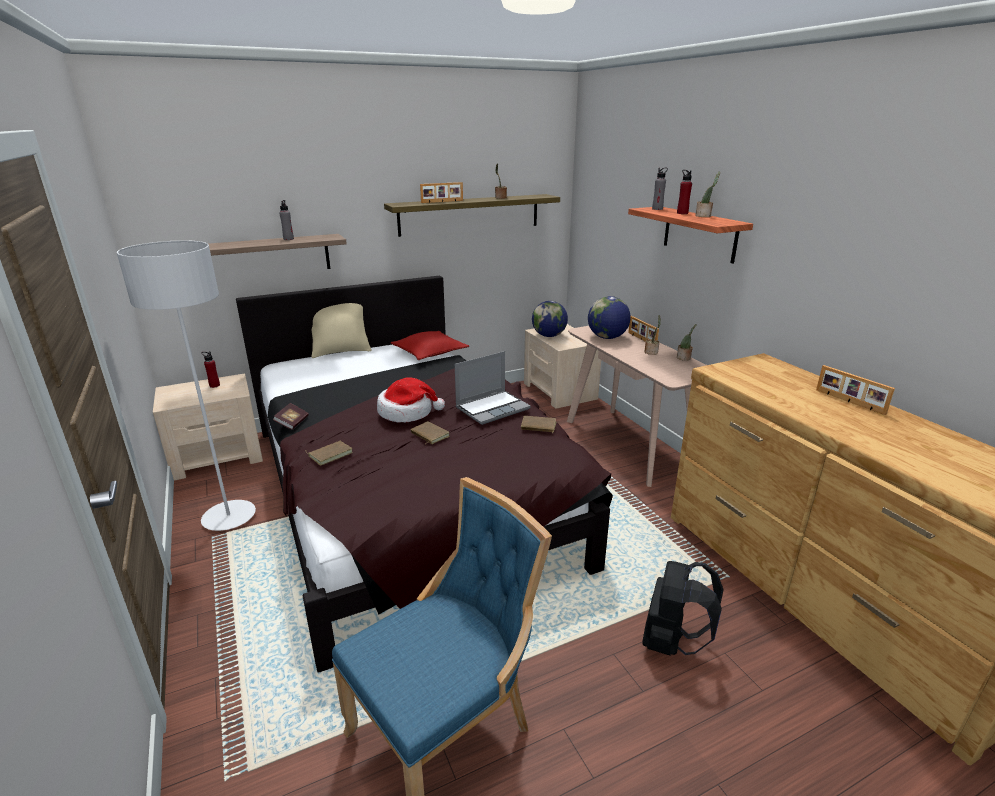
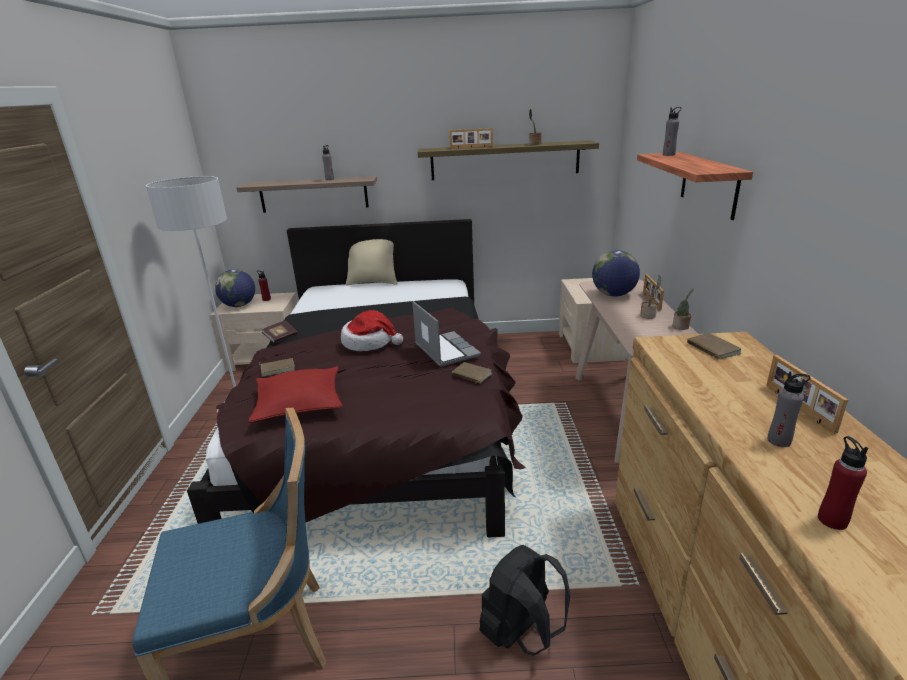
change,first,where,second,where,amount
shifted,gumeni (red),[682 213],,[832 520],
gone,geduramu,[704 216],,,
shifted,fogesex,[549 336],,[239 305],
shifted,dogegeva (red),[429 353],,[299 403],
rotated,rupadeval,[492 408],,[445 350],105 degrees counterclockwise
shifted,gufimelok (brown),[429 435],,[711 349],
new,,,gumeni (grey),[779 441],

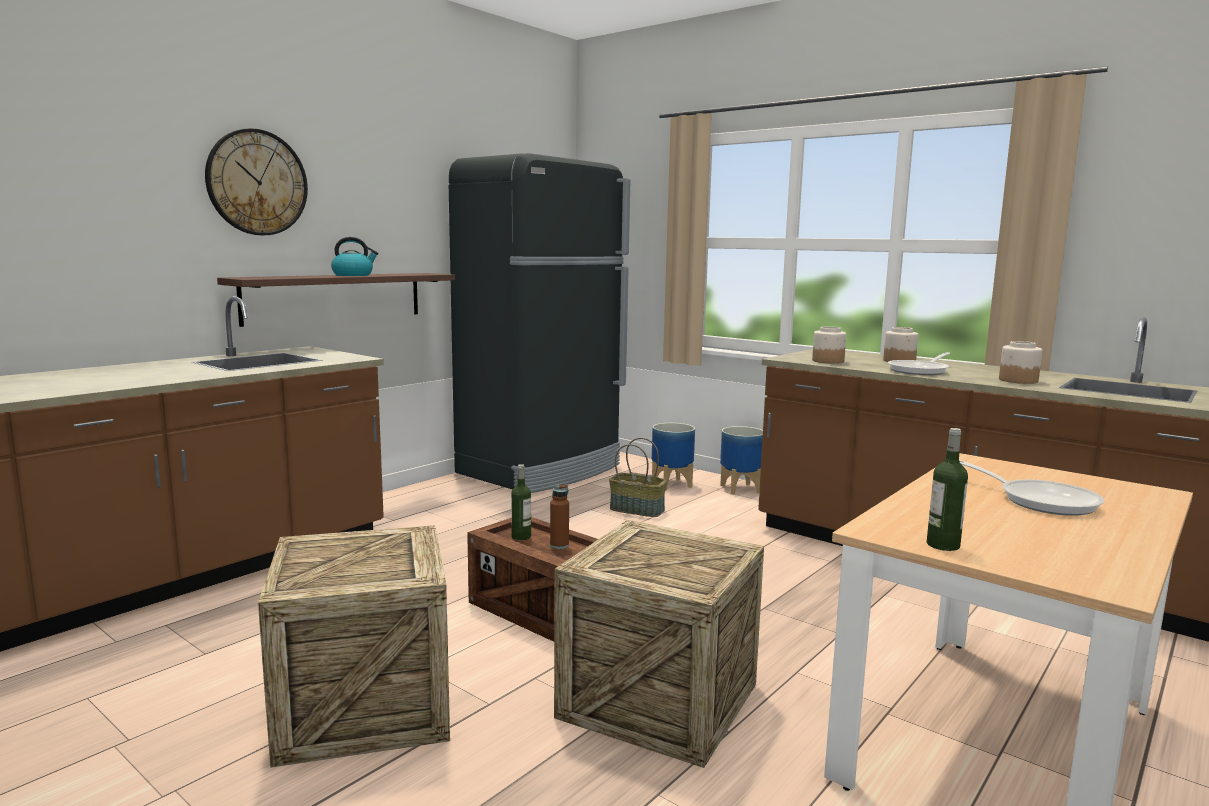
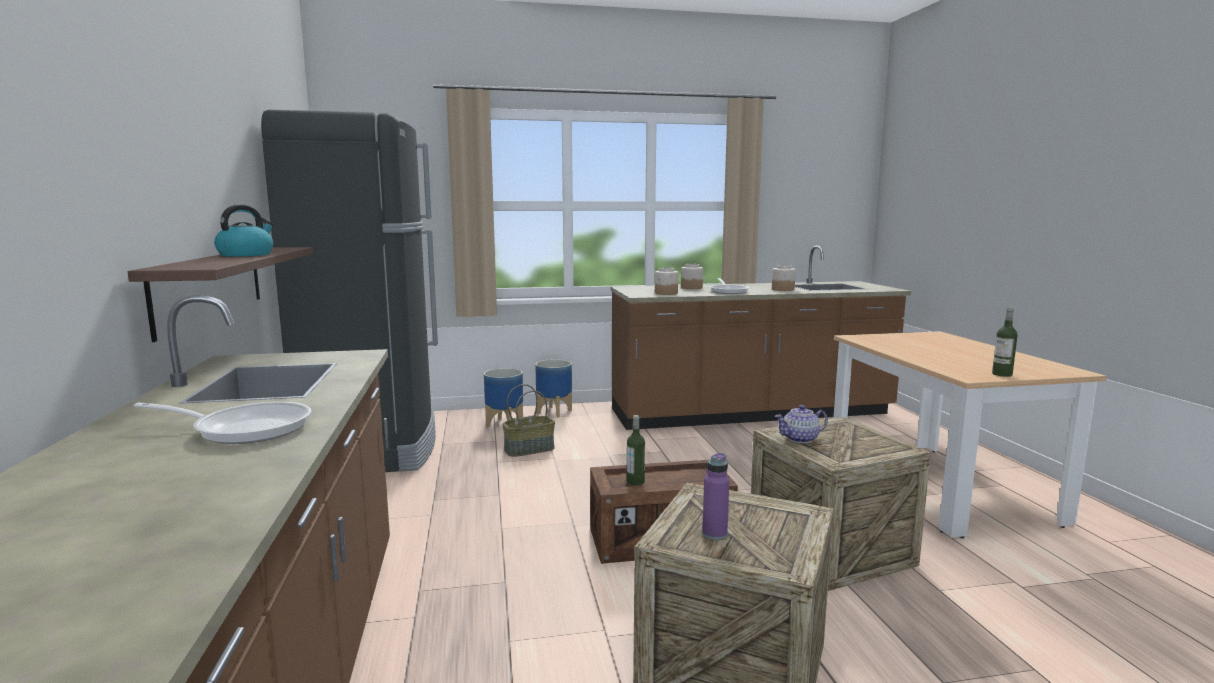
change,first,where,second,where,amount
gone,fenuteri,[257 182],,,
shifted,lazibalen,[1040 500],,[245 429],
gone,gumeni (brown),[559 545],,,
new,,,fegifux,[800 439],
new,,,gumeni (purple),[714 534],

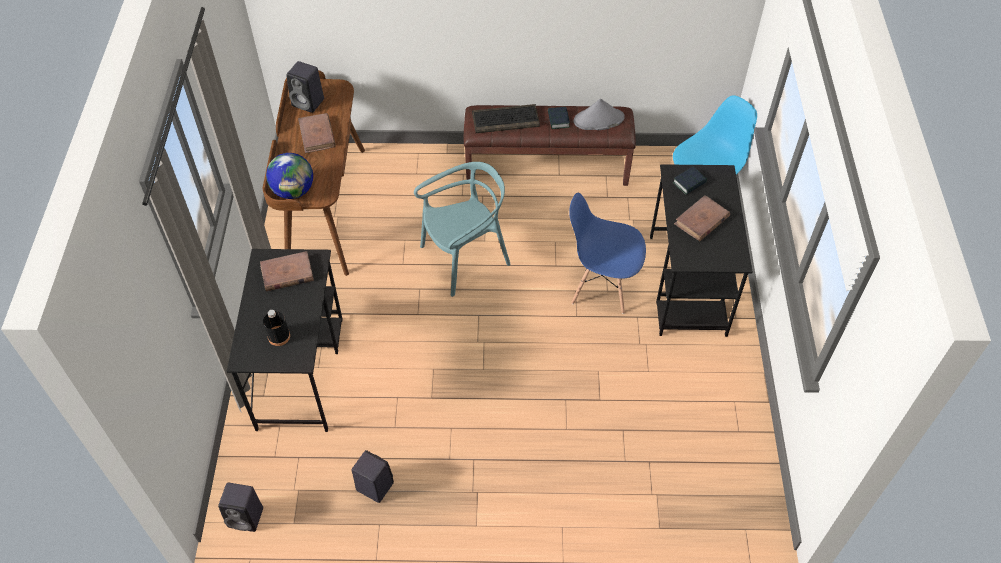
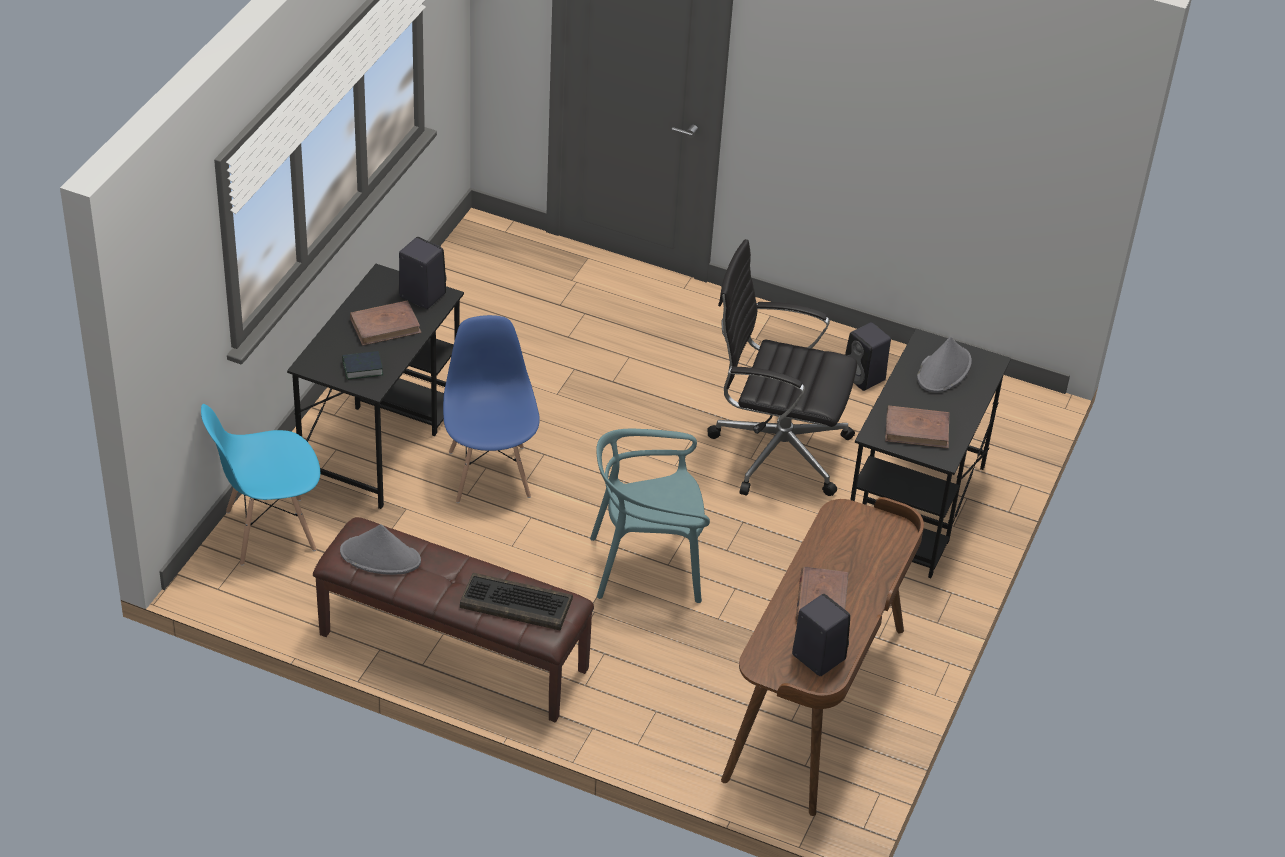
change,first,where,second,where,amount
gone,gufimelok,[558 120],,,
gone,fogesex,[293 191],,,
rotated,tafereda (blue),[601 287],,[490 473],135 degrees counterclockwise
swapped,gumeni (black),[279 336],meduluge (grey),[944 370],
shifted,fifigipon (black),[247 517],,[421 295],
new,,,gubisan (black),[776 450],

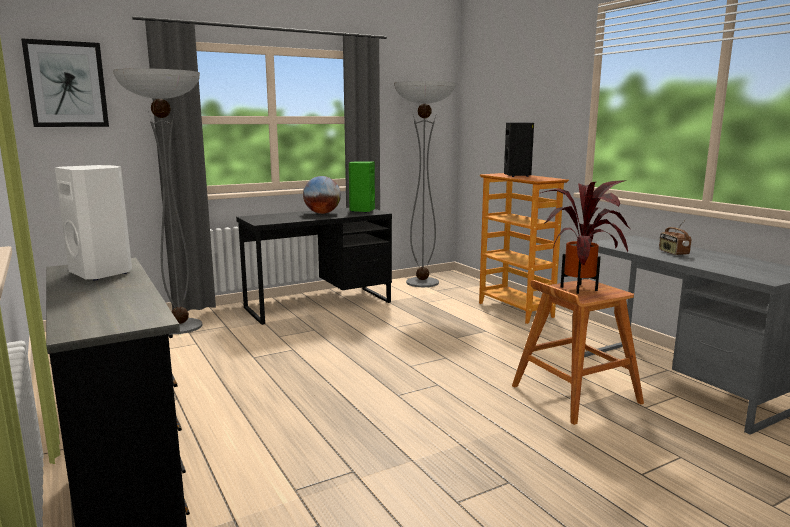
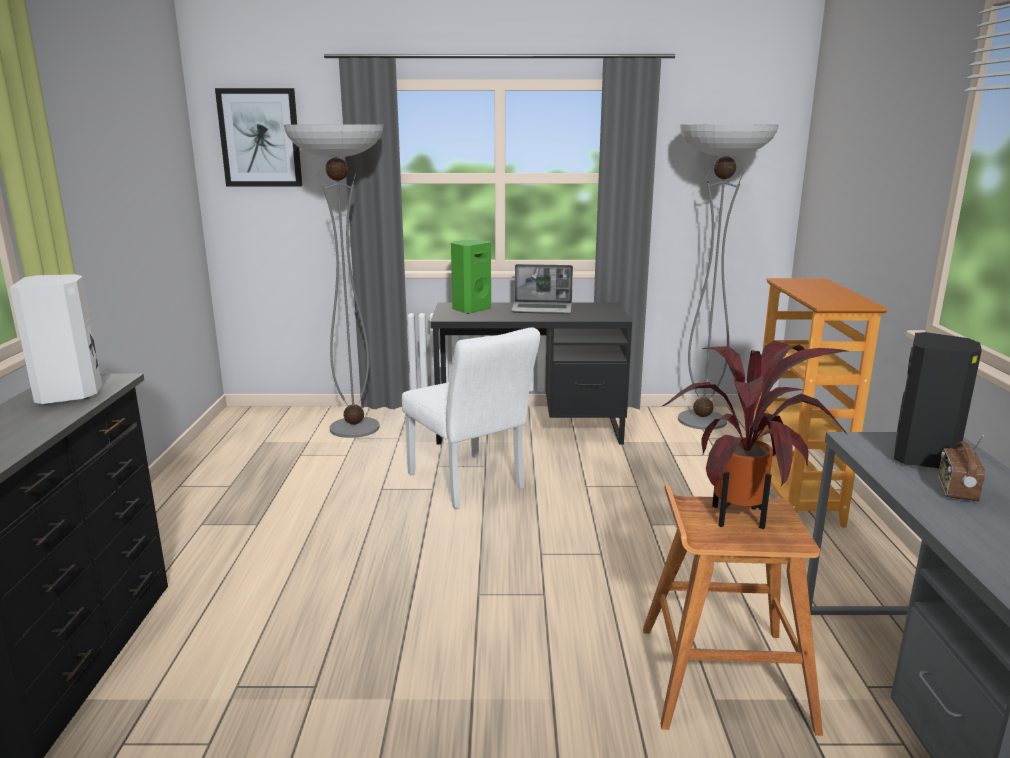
change,first,where,second,where,amount
shifted,fifigipon (black),[517 175],,[924 458],
shifted,fifigipon (green),[361 211],,[470 309],
swapped,fogesex,[322 213],rupadeval,[543 309],
new,,,tafereda (white),[470 484],

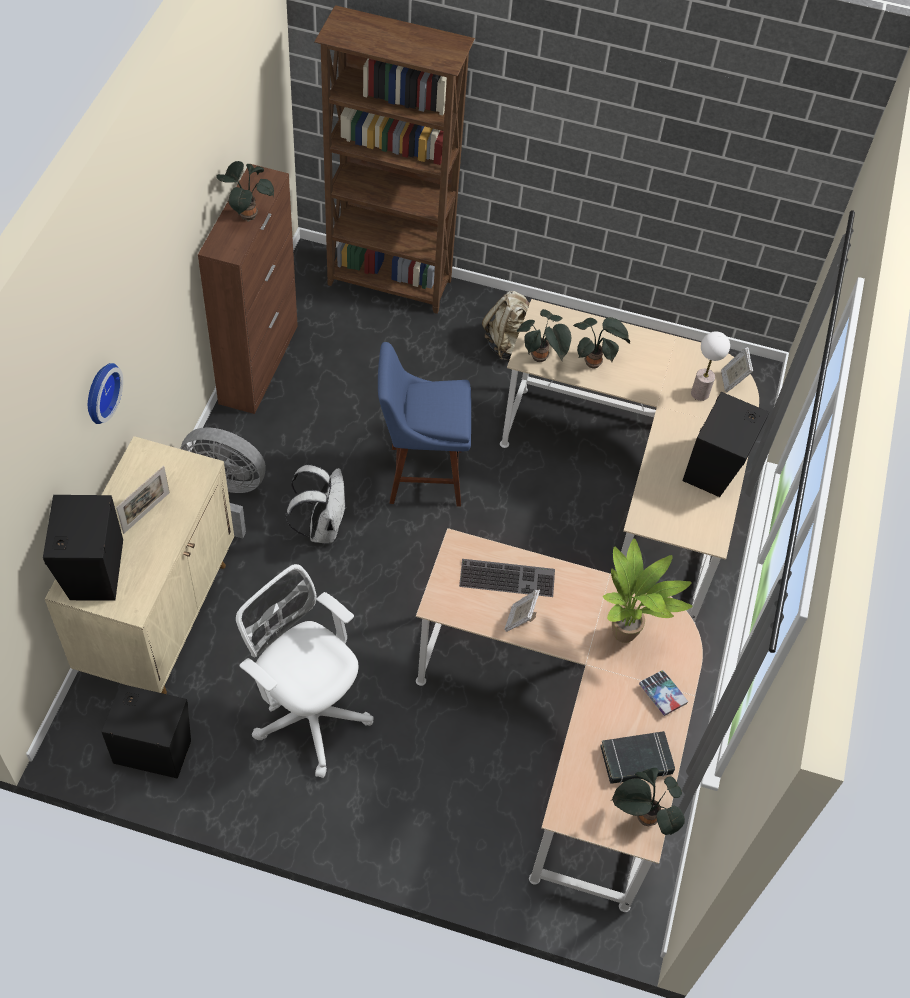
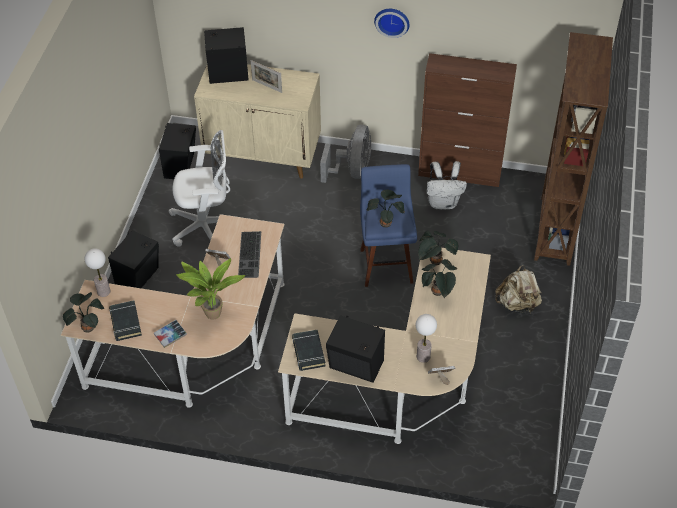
change,first,where,second,where,amount
shifted,geduramu,[246 214],,[386 223],
shifted,fenuteri,[99 392],,[392 21],
shifted,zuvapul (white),[322 527],,[443 202],
rotated,gubisan (white),[307 711],,[207 226],45 degrees clockwise
new,,,fifigipon (black),[139 277],
new,,,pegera,[103 291],
new,,,gufimelok (black),[308 352],

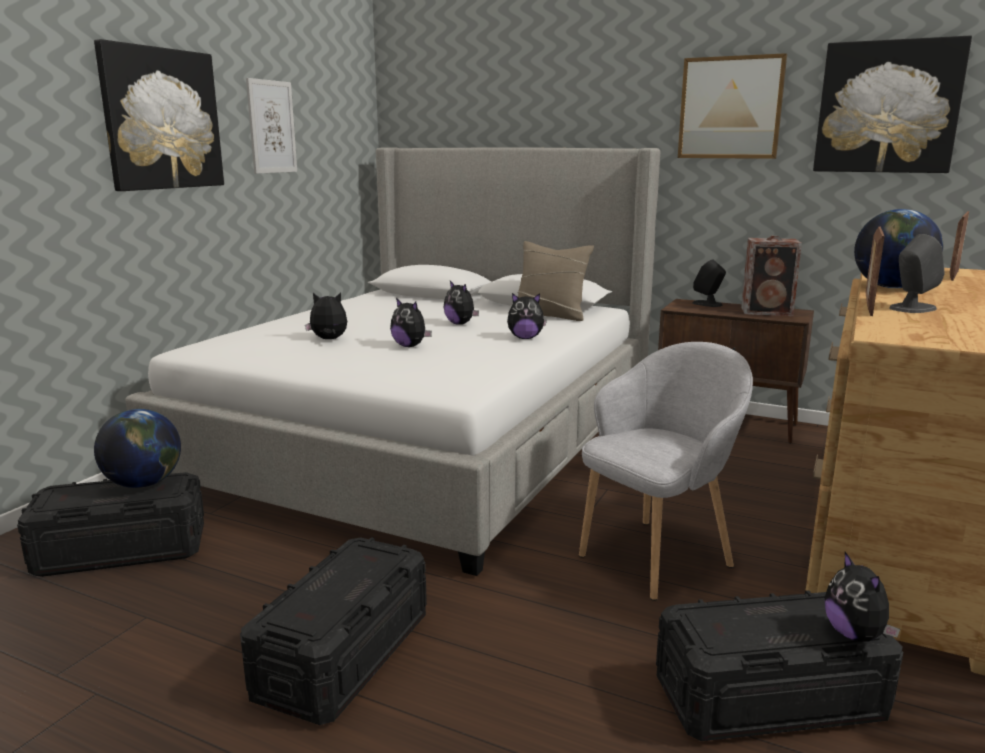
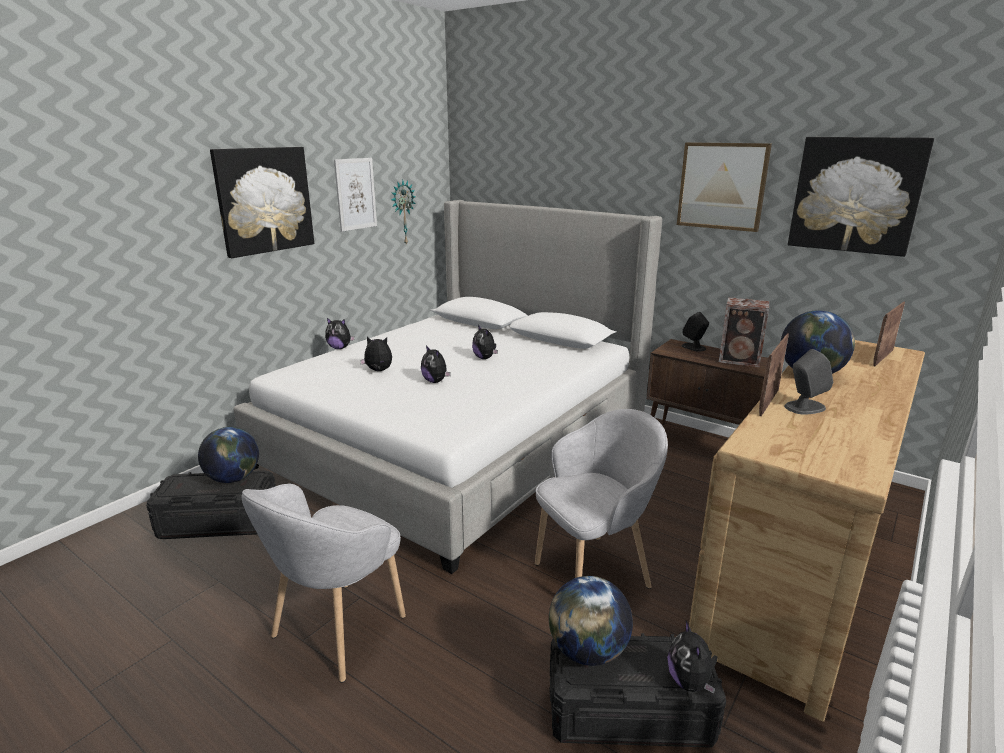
change,first,where,second,where,amount
gone,dogegeva (beige),[550 315],,,
shifted,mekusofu,[525 338],,[340 348],
swapped,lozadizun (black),[343 655],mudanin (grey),[337 631],
new,,,fenuteri,[402 212],
new,,,fogesex,[588 651],

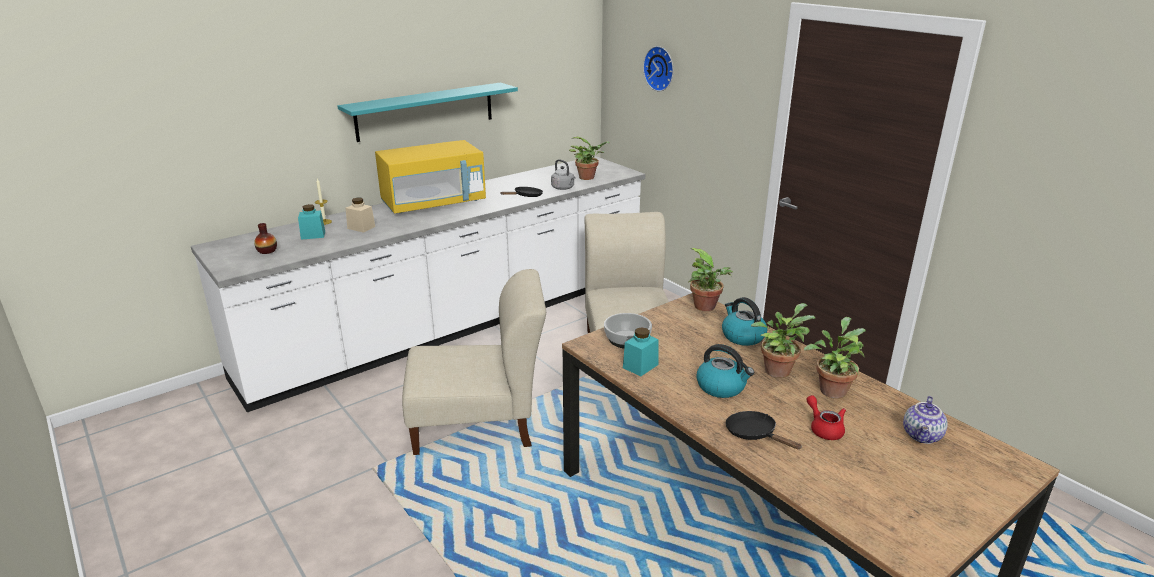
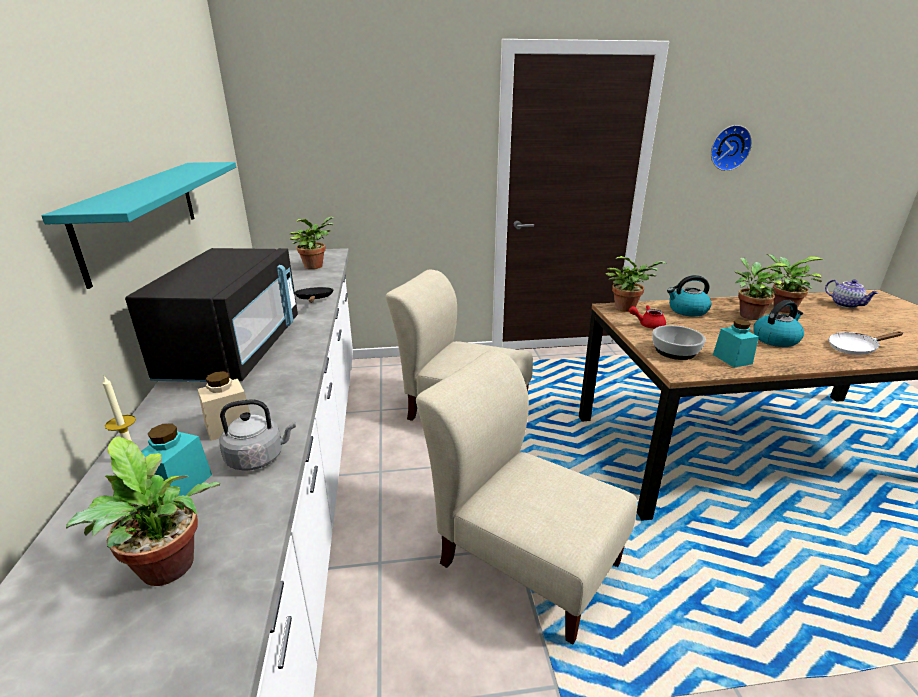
change,first,where,second,where,amount
shifted,fenuteri,[660 68],,[729 148],
repainted,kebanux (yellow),[434 203],kebanux (black),[235 351],
shifted,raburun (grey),[563 188],,[259 458],
swapped,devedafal,[267 251],geduramu,[169 571],
rotated,tafereda (beige),[479 424],,[523 558],75 degrees counterclockwise
shifted,fegifux (red),[824 428],,[647 325],
repainted,lazibalen (black),[754 434],lazibalen (white),[855 349],

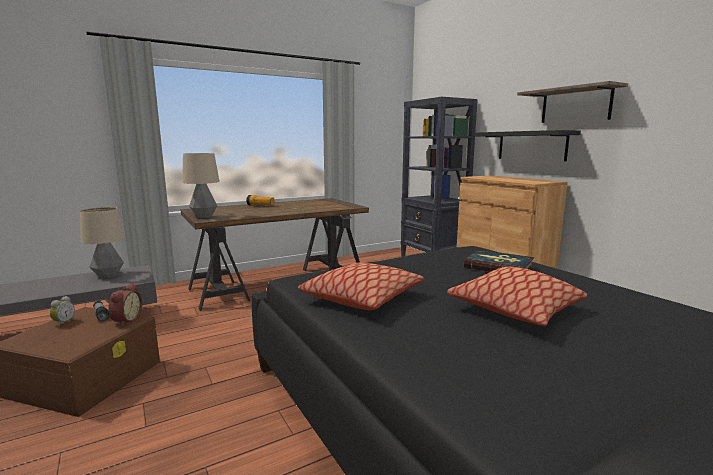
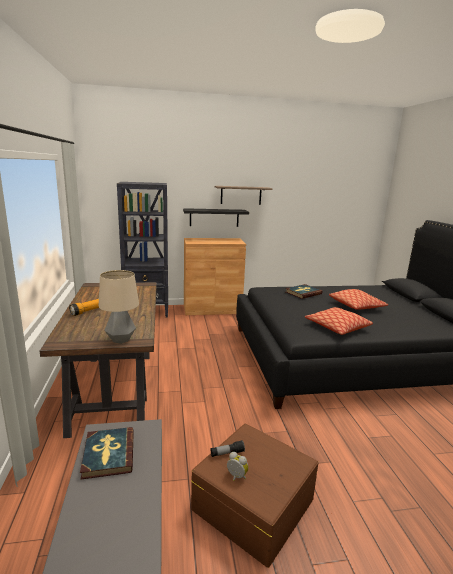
change,first,where,second,where,amount
swapped,pegera,[108 276],gufimelok,[108 454],
gone,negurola,[126 320],,,

